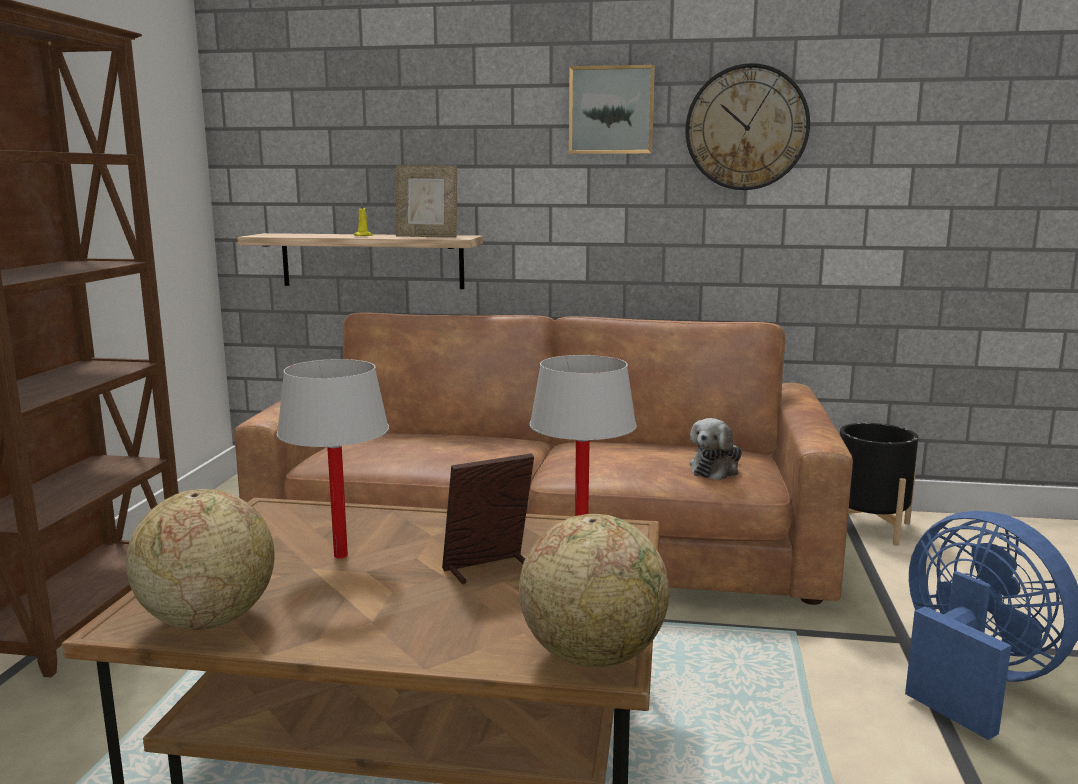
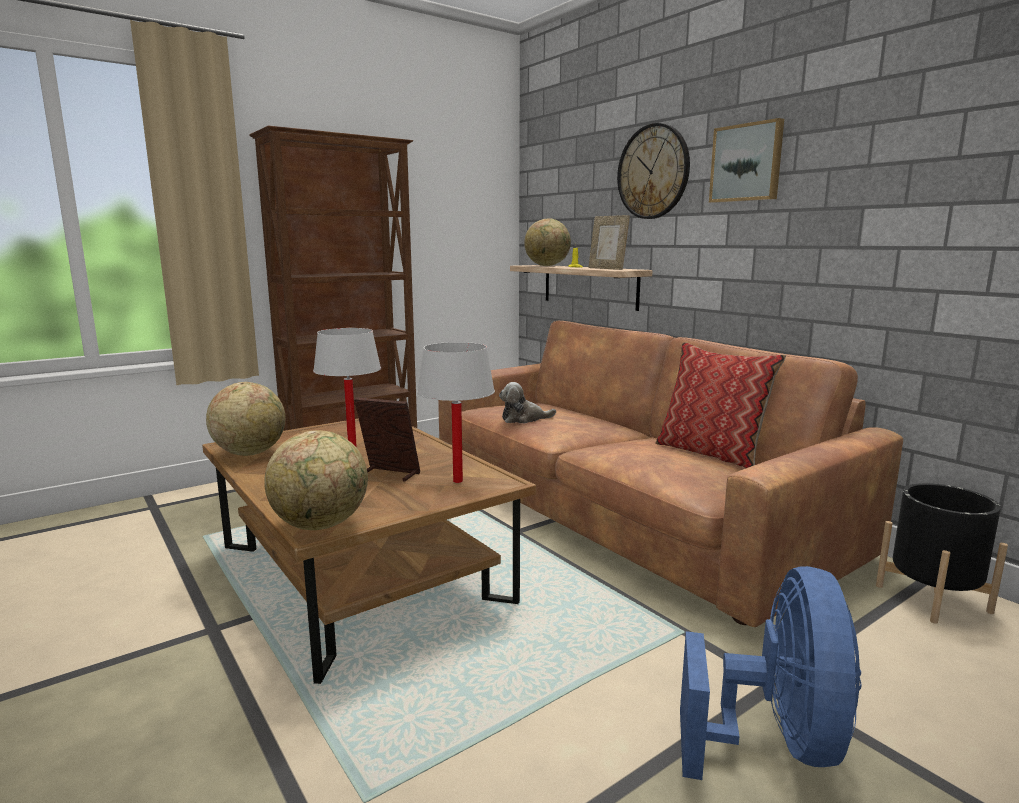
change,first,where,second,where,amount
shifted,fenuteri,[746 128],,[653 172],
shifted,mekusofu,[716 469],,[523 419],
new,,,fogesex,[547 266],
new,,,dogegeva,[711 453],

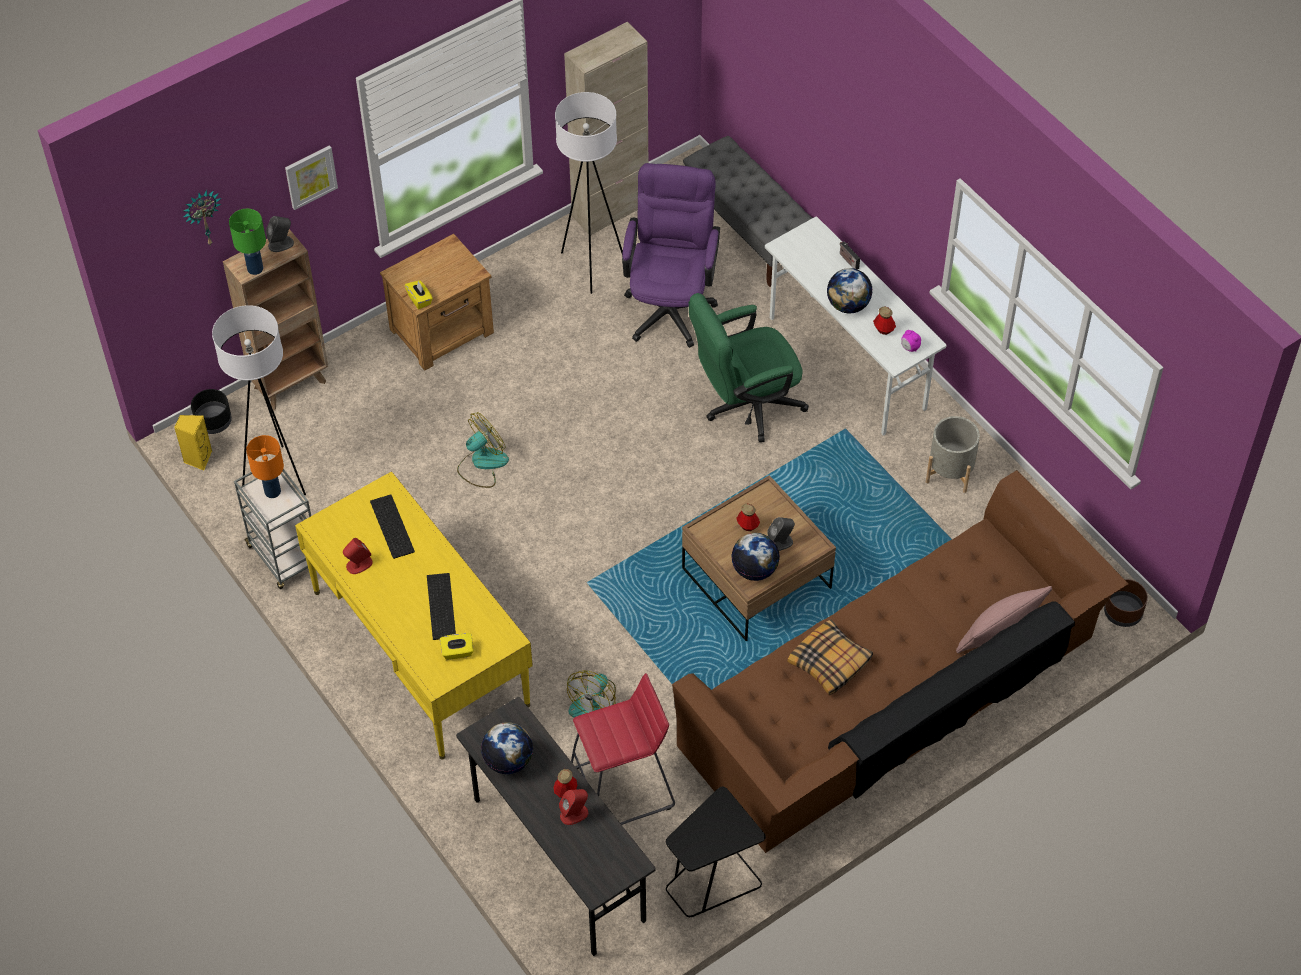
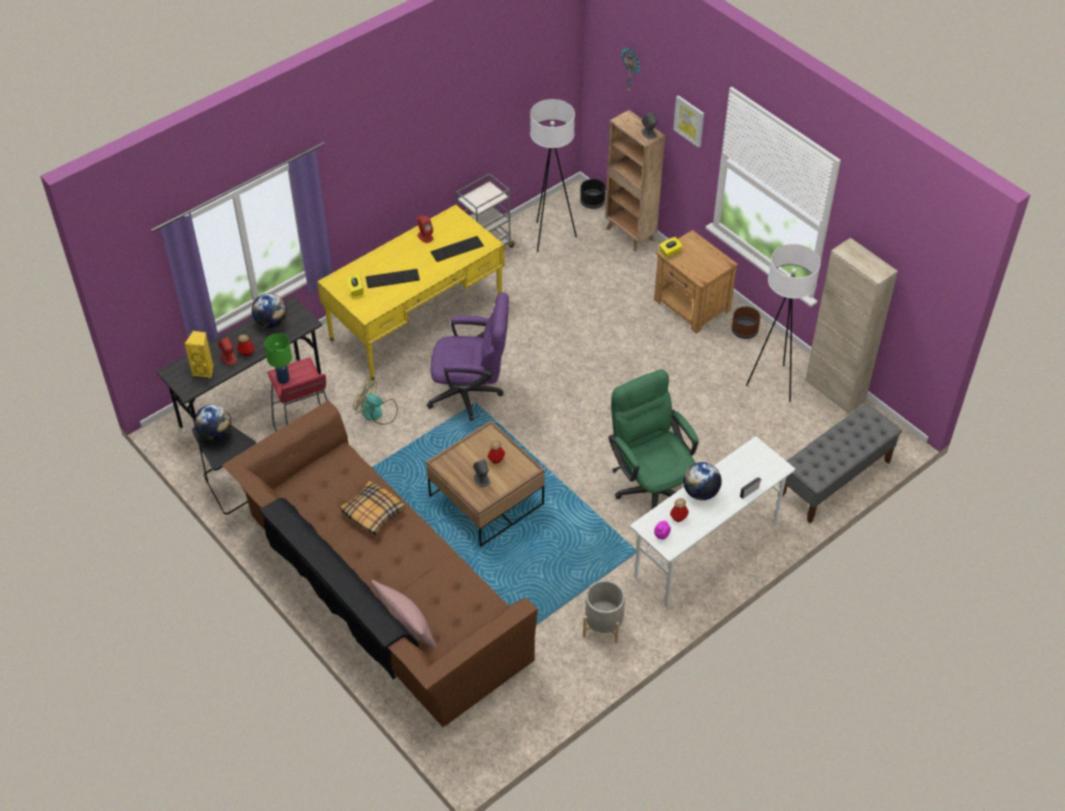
change,first,where,second,where,amount
shifted,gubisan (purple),[670 303],,[471 393],
shifted,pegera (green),[254 269],,[283 379],
gone,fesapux,[482 464],,,
shifted,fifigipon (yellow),[197 458],,[204 370],
gone,pegera (orange),[272 491],,,
shifted,fogesex,[755 569],,[215 434],
shifted,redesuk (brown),[1123 613],,[744 331],

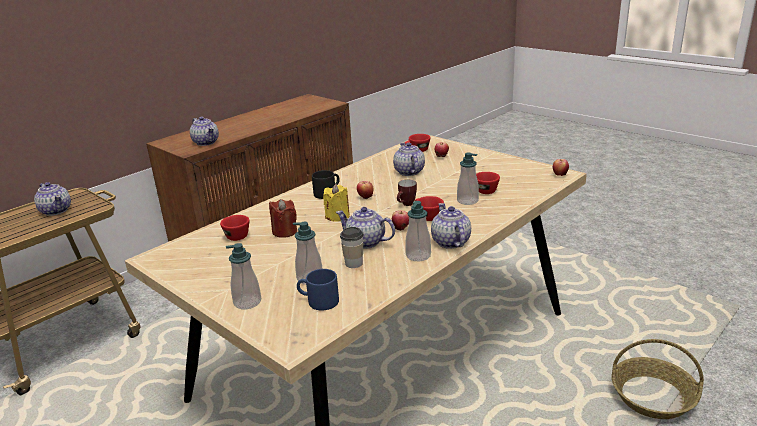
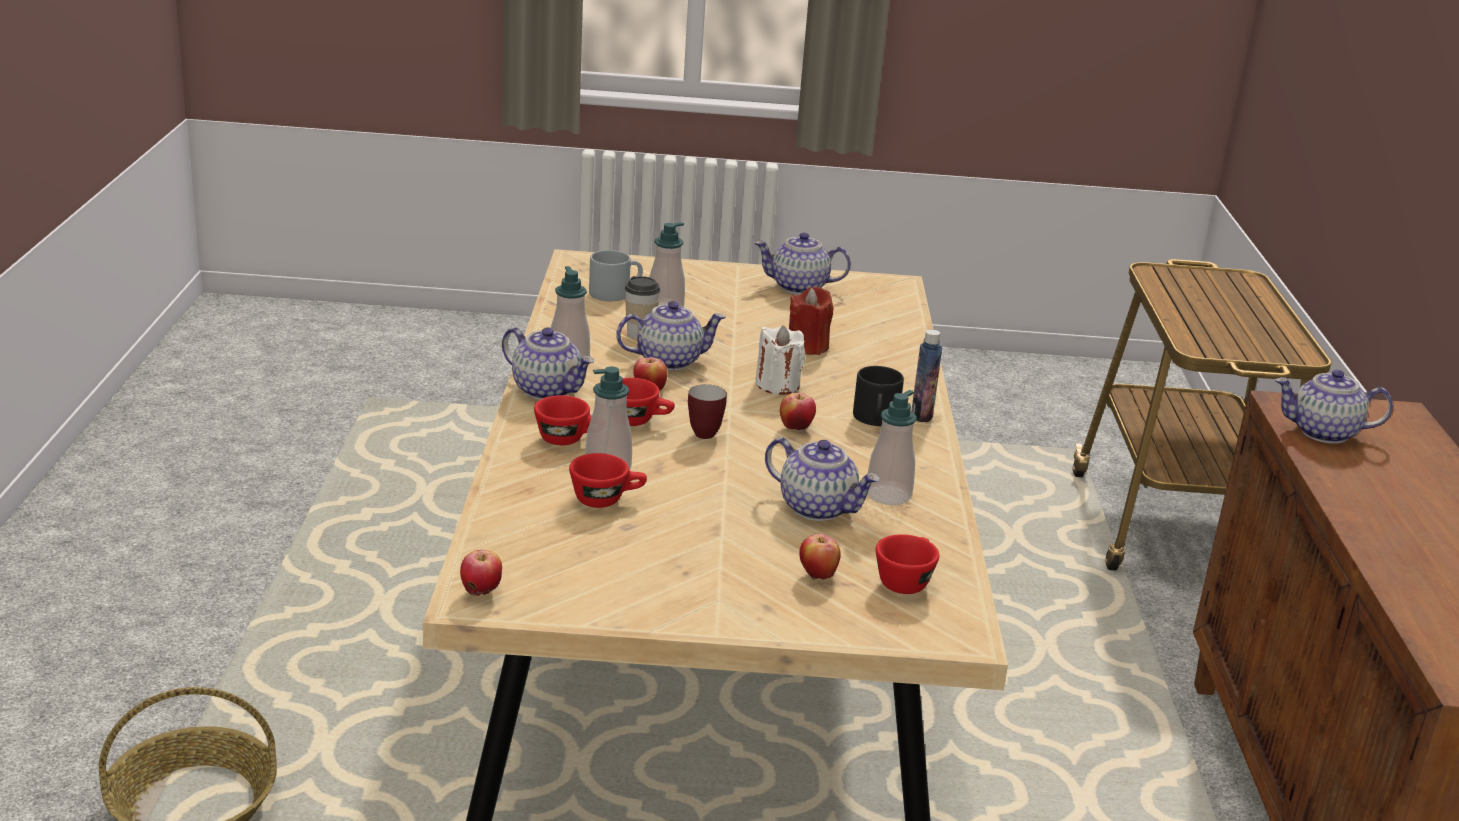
change,first,where,second,where,amount
shifted,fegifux,[56 210],,[799 287],
repainted,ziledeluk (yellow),[337 216],ziledeluk (white),[777 385],
shifted,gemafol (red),[235 235],,[569 439],
shifted,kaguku,[247 302],,[888 495],
repainted,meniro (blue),[318 301],meniro (grey),[615 292],
new,,,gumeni,[921 415],

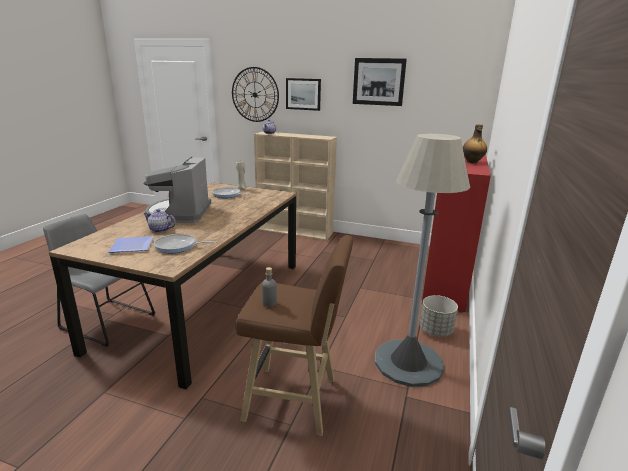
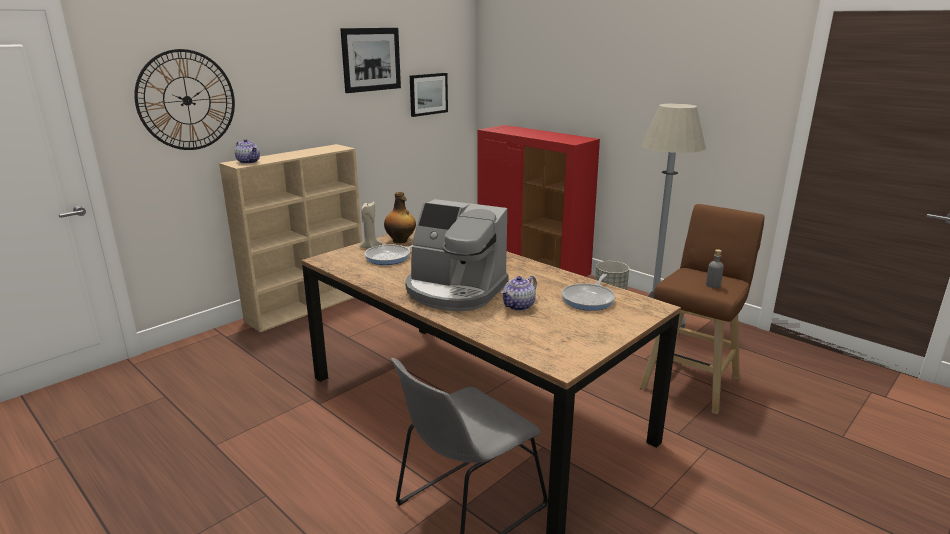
change,first,where,second,where,amount
shifted,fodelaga,[303 94],,[428 94],
shifted,gumeni,[472 162],,[400 241],
gone,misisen,[133 246],,,

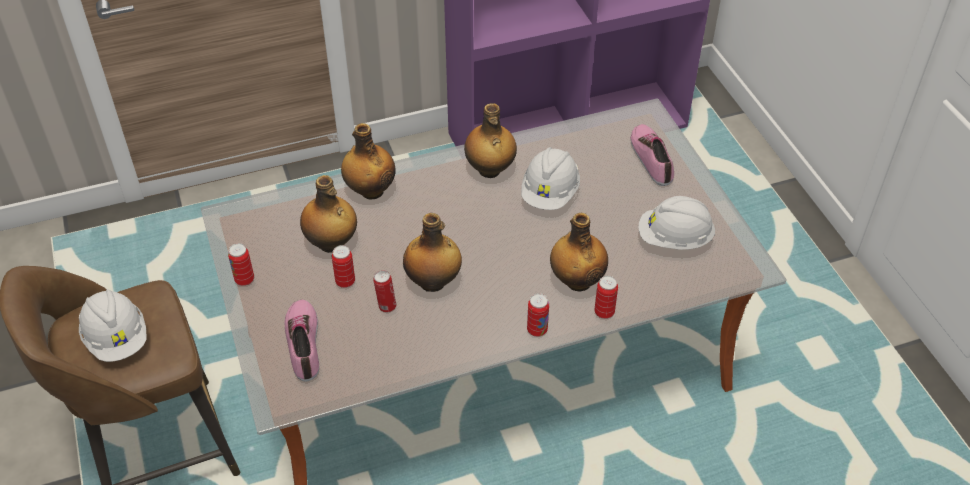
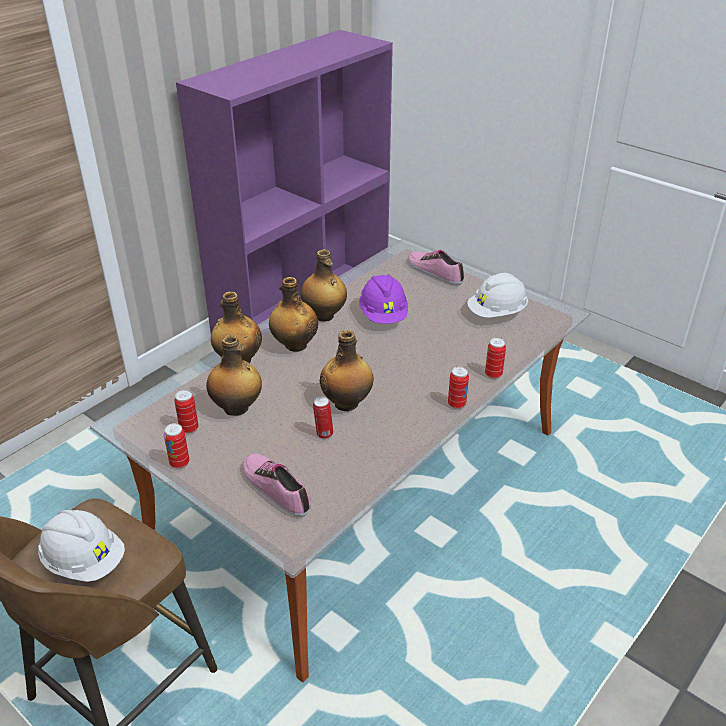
change,first,where,second,where,amount
repainted,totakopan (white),[550 193],totakopan (purple),[383 315],
shifted,gumeni,[577 280],,[294 345],
shifted,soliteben,[345 282],,[189 428],

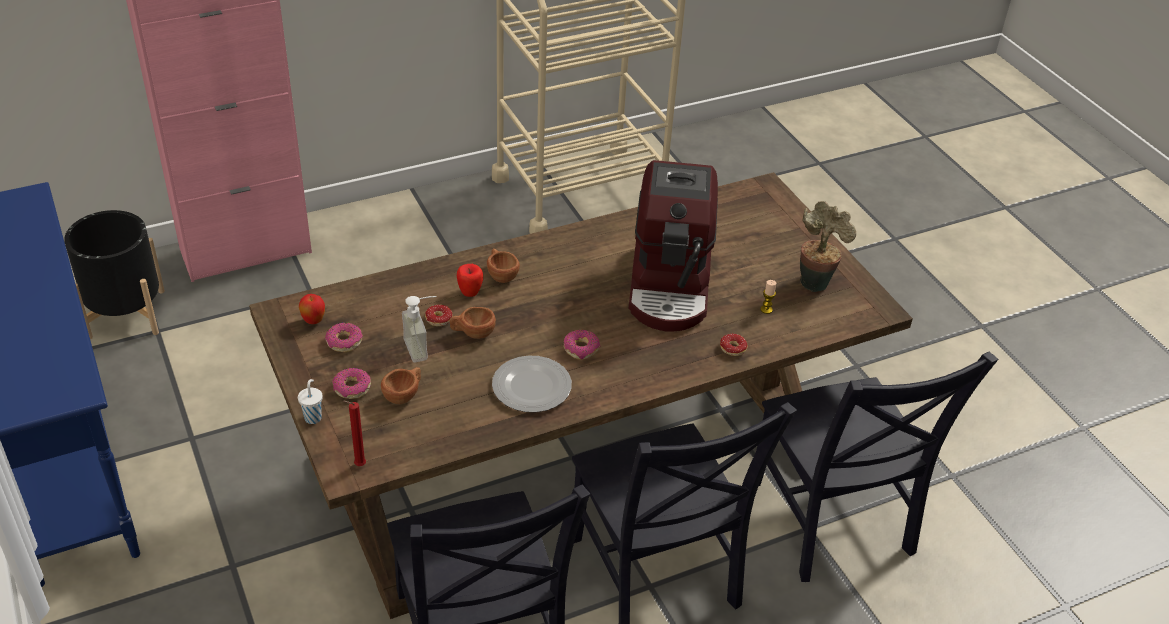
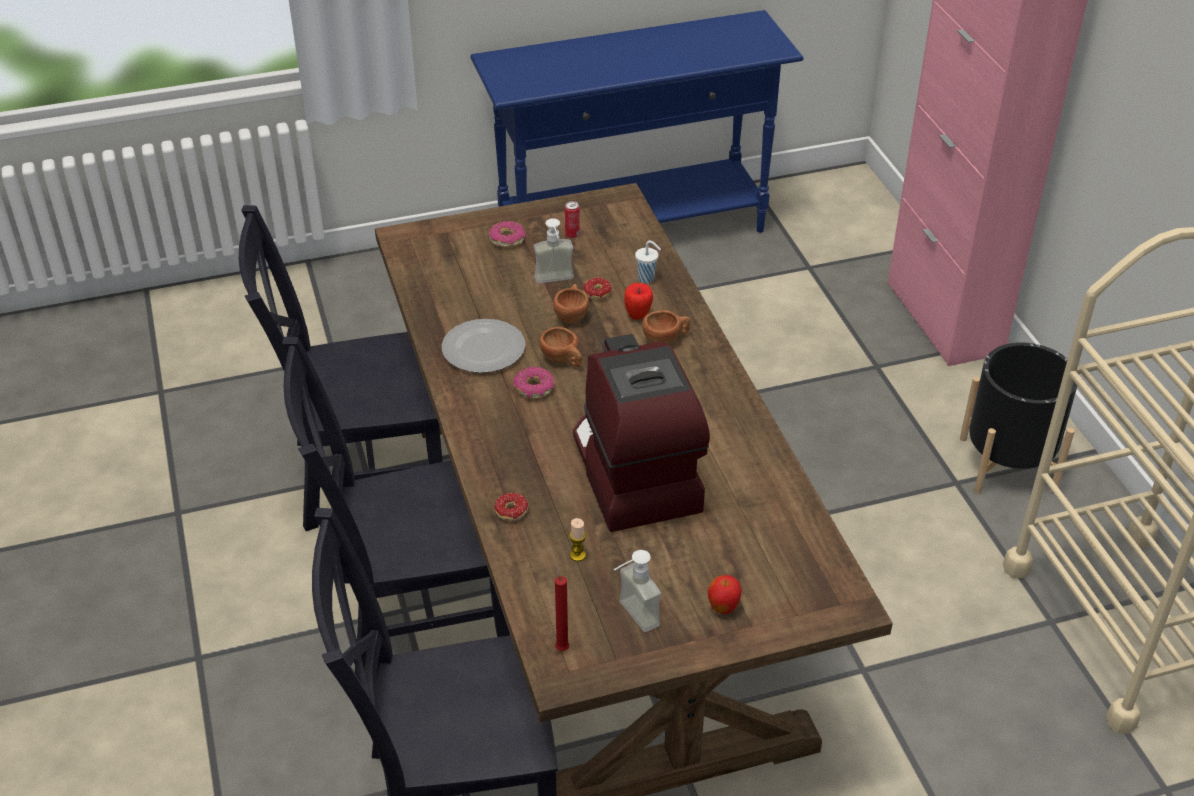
change,first,where,second,where,amount
rotated,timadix,[671 286],,[633 473],60 degrees clockwise
swapped,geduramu,[815 280],kaguku,[630 618],
shifted,redesuk (black),[126 314],,[1007 464],
shifted,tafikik,[313 321],,[723 609],
swapped,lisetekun,[344 342],soliteben,[572 235],
shifted,gemafol (brown),[404 394],,[563 360],
shifted,gemafol (white),[313 417],,[647 279],
shifted,ziledeluk (red),[358 465],,[562 647],

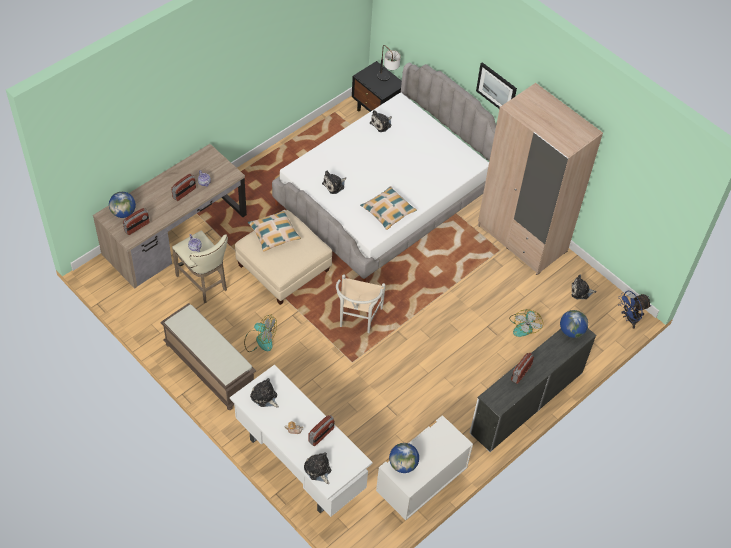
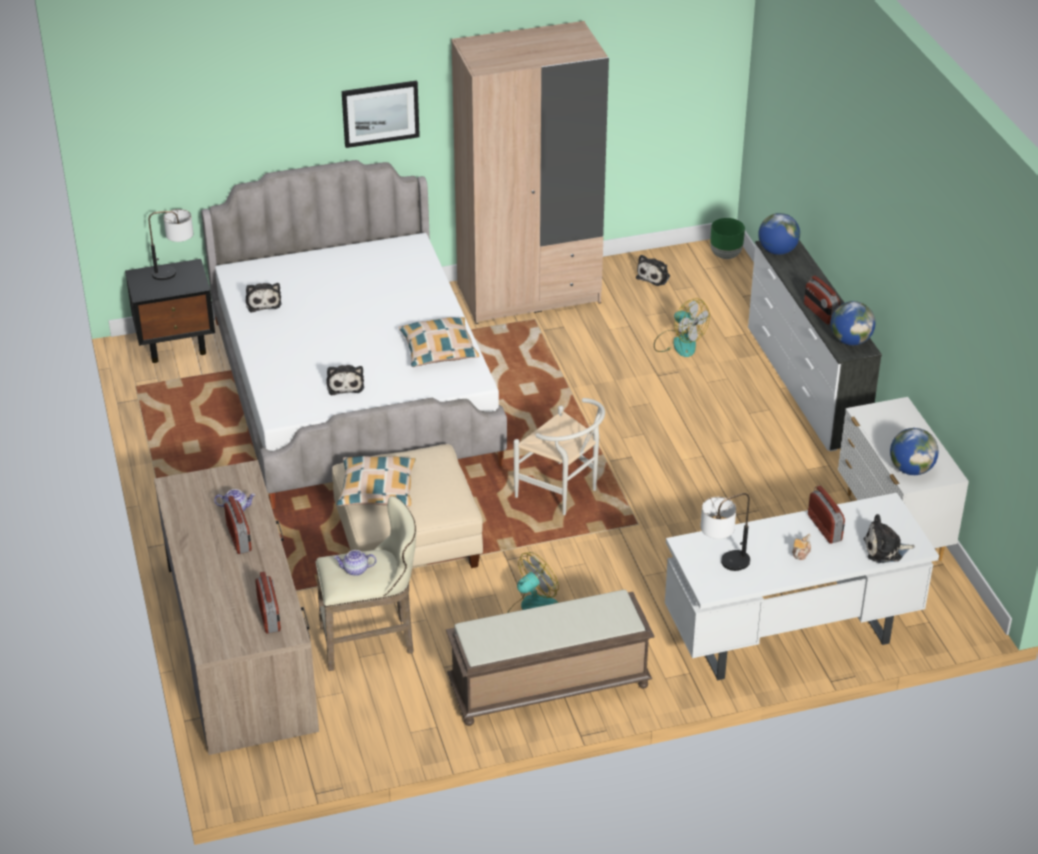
change,first,where,second,where,amount
shifted,fogesex,[123 213],,[850 341],
swapped,fesapux (blue),[629 319],redesuk (green),[726 255],
swapped,mekusofu,[264 397],pegera,[722 566],

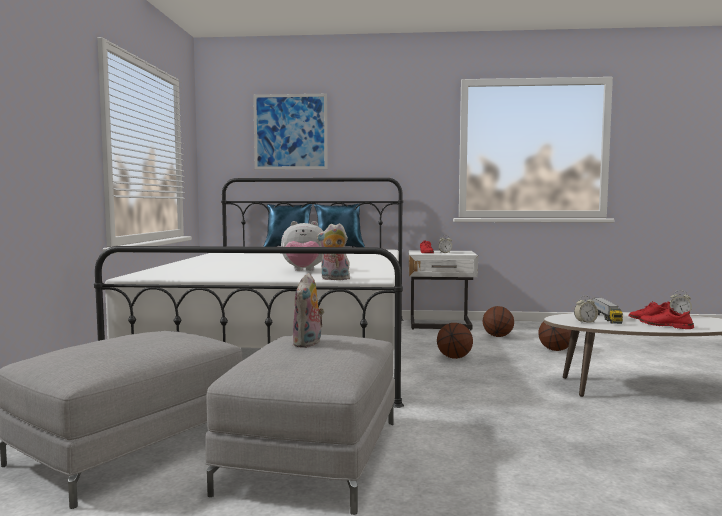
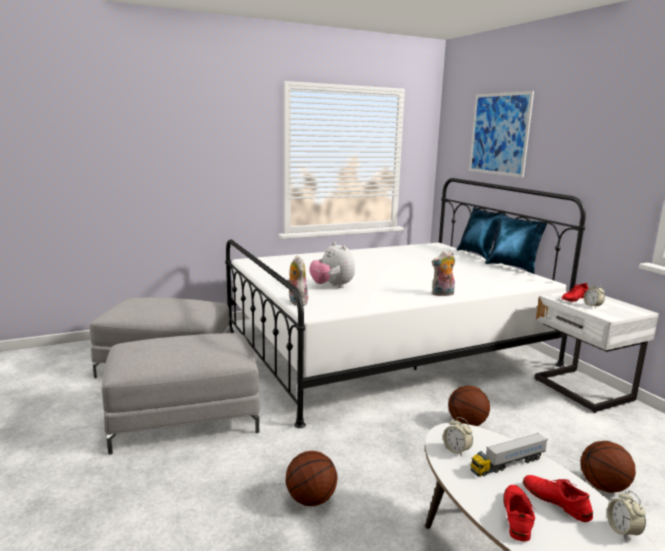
change,first,where,second,where,amount
shifted,mekusofu,[308 344],,[442 294],
shifted,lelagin,[498 336],,[310 499],

